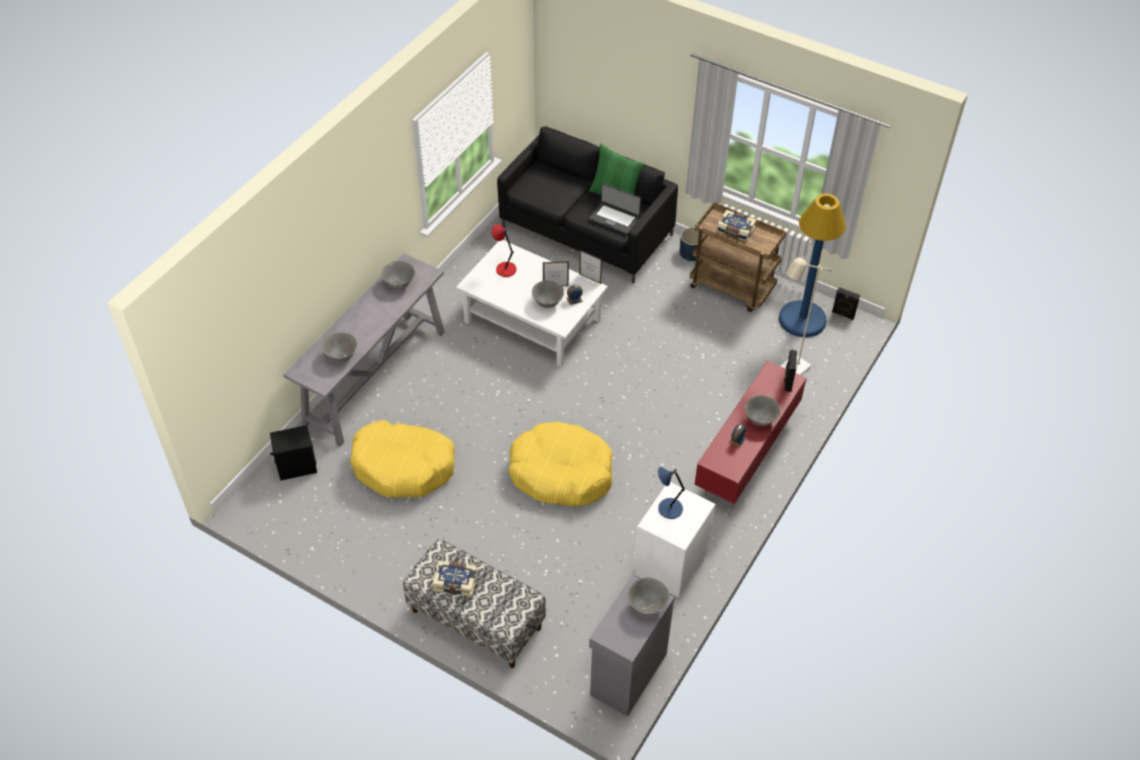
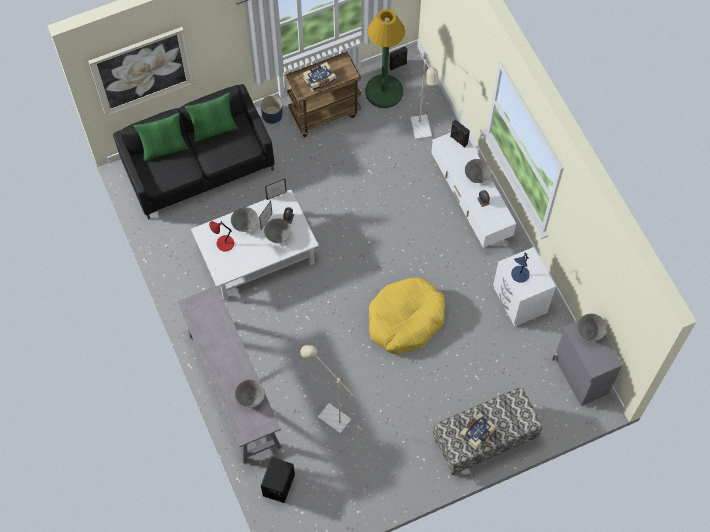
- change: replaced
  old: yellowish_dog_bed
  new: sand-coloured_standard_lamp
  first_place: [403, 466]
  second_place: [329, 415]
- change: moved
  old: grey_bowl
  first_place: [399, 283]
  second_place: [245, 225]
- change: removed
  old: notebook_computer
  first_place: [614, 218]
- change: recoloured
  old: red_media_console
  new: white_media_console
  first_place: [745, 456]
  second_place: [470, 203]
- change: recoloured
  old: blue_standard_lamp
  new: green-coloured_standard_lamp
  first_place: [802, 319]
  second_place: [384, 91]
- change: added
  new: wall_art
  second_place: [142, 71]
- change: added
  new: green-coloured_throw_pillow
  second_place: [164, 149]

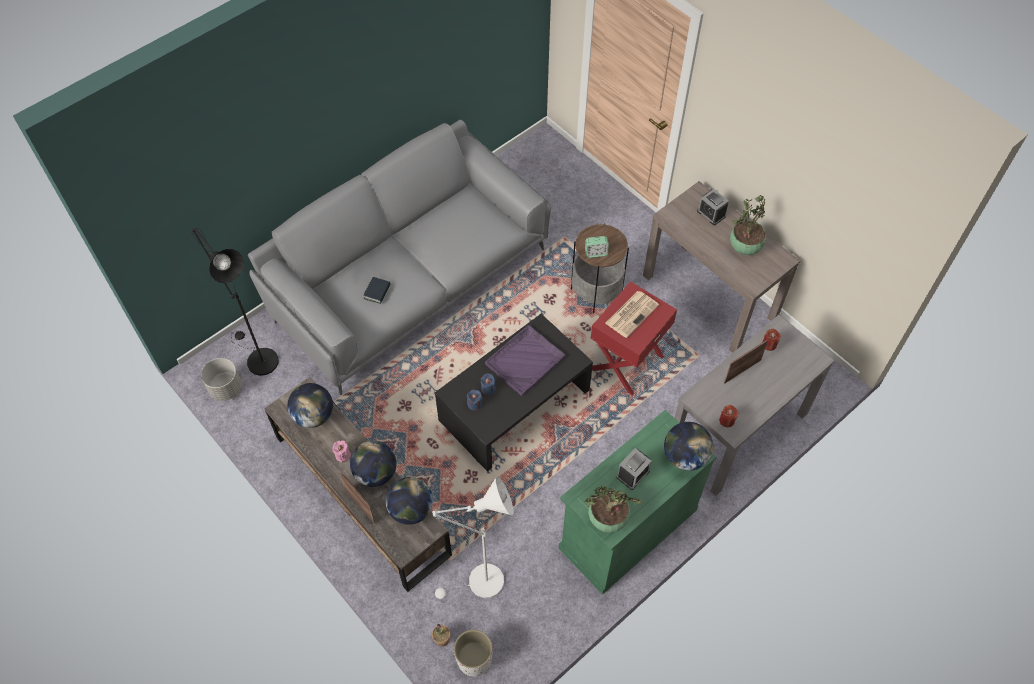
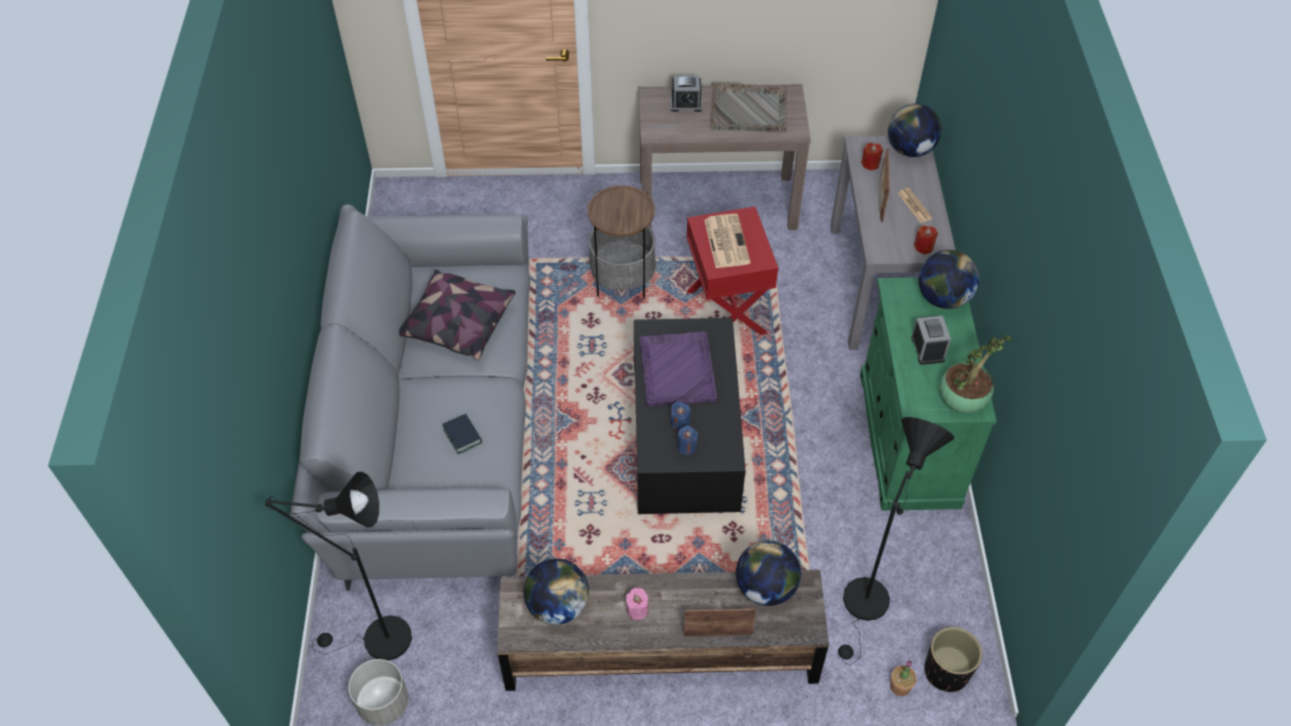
- change: moved
  old: desk_globe
  first_place: [375, 473]
  second_place: [910, 149]
- change: recoloured
  old: white_standard_lamp
  new: black_standard_lamp
  first_place: [479, 584]
  second_place: [864, 608]
- change: recoloured
  old: white_planter
  new: black_planter
  first_place: [474, 660]
  second_place: [947, 672]
- change: removed
  old: table_clock
  first_place: [596, 253]
- change: replaced
  old: plant_in_a_pot
  new: grey_serving_tray
  first_place: [744, 248]
  second_place: [749, 109]
- change: added
  new: throw_pillow
  second_place: [457, 324]
- change: added
  new: newspaper
  second_place: [914, 206]

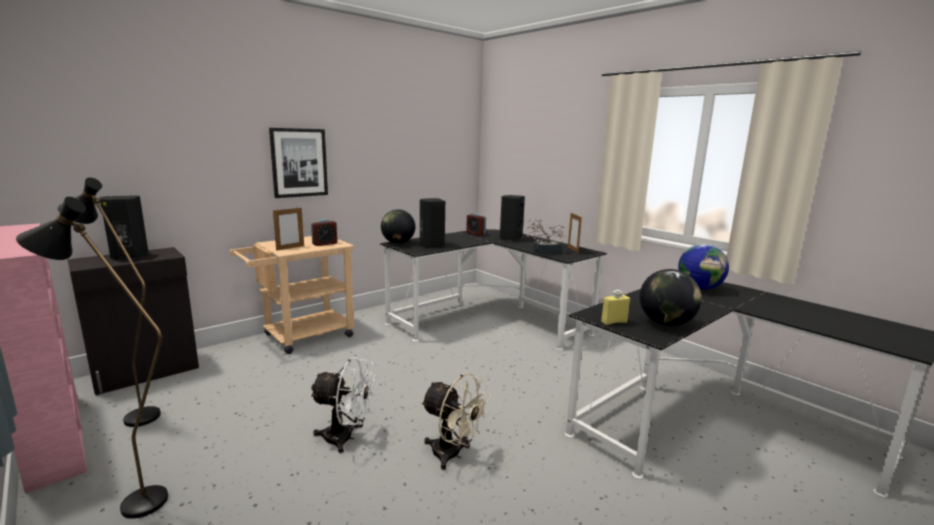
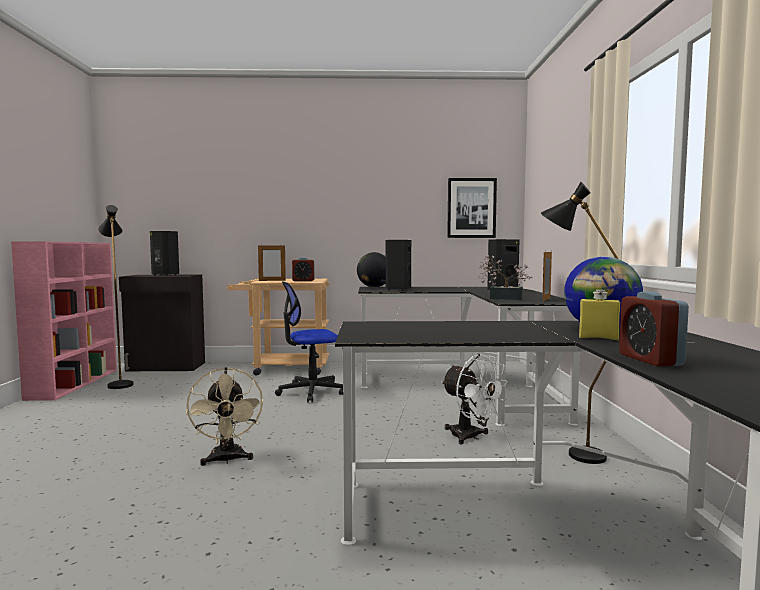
- change: moved
  old: black_standard_lamp
  first_place: [129, 503]
  second_place: [573, 453]
- change: moved
  old: wall_art
  first_place: [299, 162]
  second_place: [471, 208]
- change: moved
  old: white_cooling_fan
  first_place: [346, 438]
  second_place: [471, 437]
- change: moved
  old: table_clock
  first_place: [475, 233]
  second_place: [650, 360]
- change: moved
  old: yellowish_drink_bottle
  first_place: [614, 322]
  second_place: [598, 338]
- change: removed
  old: desk_globe
  first_place: [665, 323]
- change: added
  new: office_chair
  second_place: [311, 392]

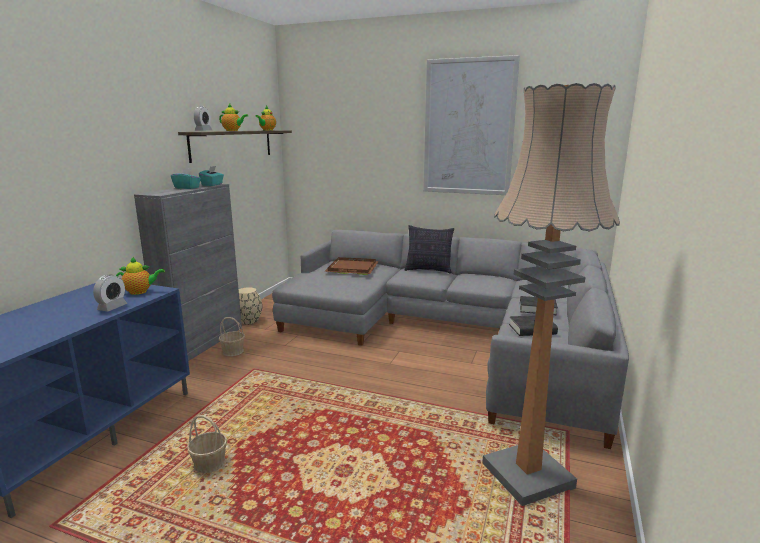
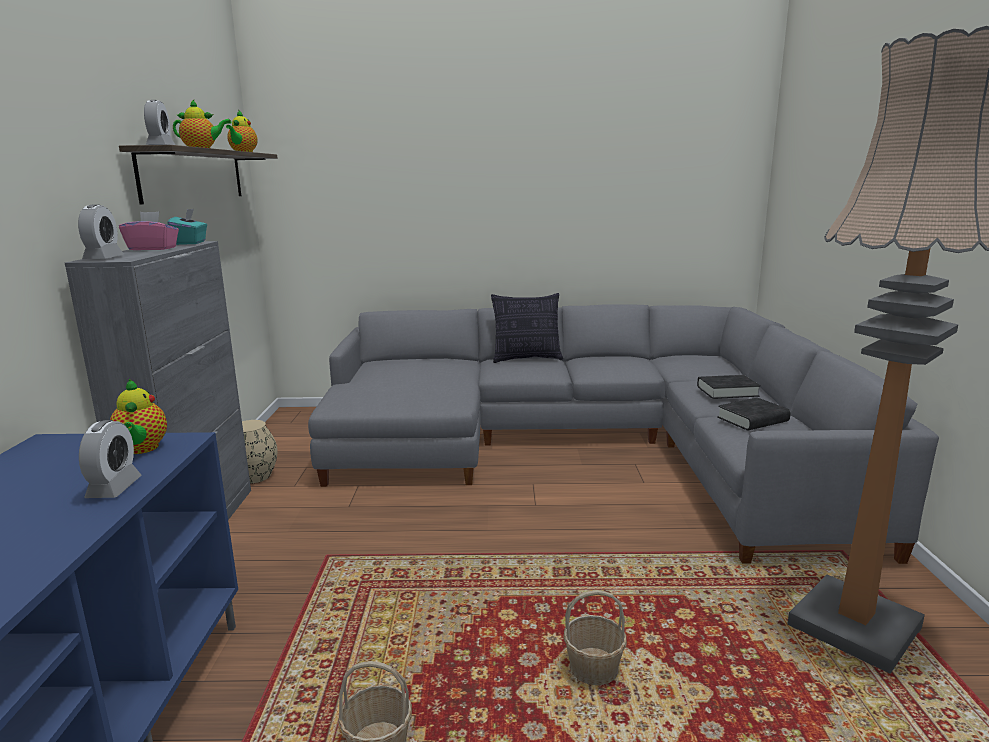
- change: turned
  old: pot_for_tea
  first_place: [140, 292]
  second_place: [141, 449]
  degrees: 105
- change: recoloured
  old: blue-green_tissue_holder
  new: pink-coloured_tissue_holder
  first_place: [187, 188]
  second_place: [153, 249]
- change: moved
  old: storage_basket
  first_place: [233, 351]
  second_place: [594, 669]
- change: removed
  old: brown_serving_tray
  first_place: [351, 268]
- change: removed
  old: wall_art
  first_place: [468, 127]
- change: added
  new: table_clock
  second_place: [103, 258]

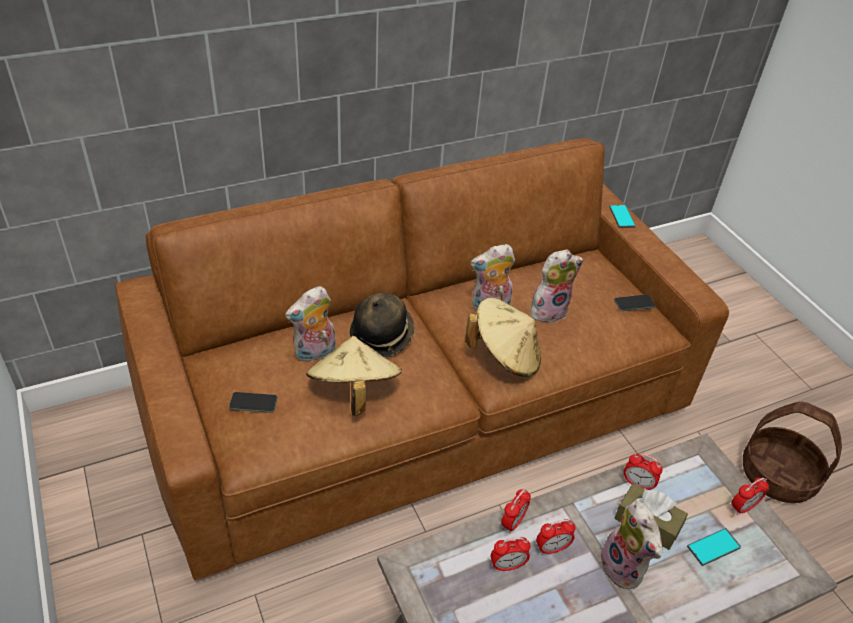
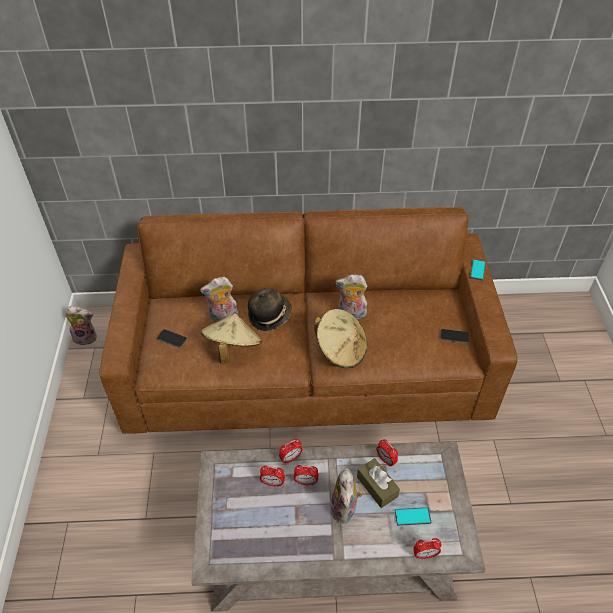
- change: moved
  old: cuddly_toy
  first_place: [548, 310]
  second_place: [86, 337]
- change: moved
  old: table_clock
  first_place: [742, 507]
  second_place: [425, 554]
- change: removed
  old: storage_basket
  first_place: [778, 475]

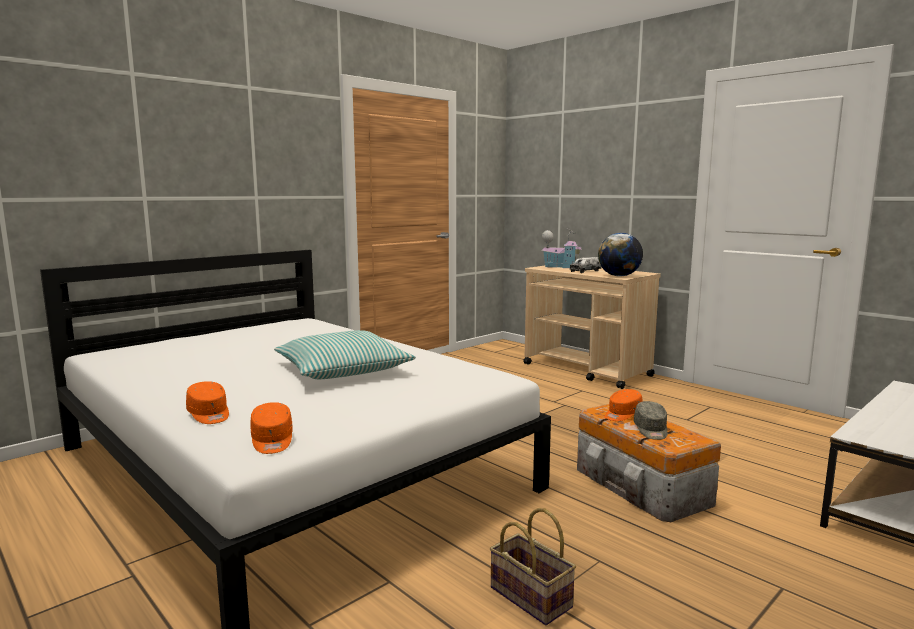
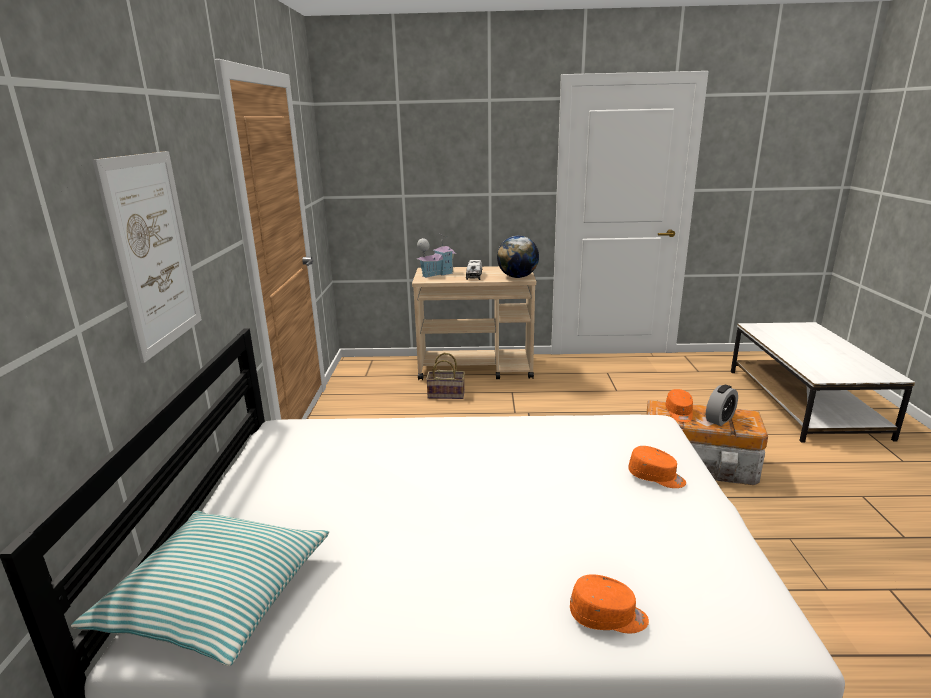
- change: moved
  old: orangey_baseball_cap
  first_place: [272, 441]
  second_place: [656, 477]
- change: moved
  old: throw_pillow
  first_place: [342, 370]
  second_place: [216, 597]
- change: moved
  old: storage_basket
  first_place: [533, 597]
  second_place: [447, 394]
- change: replaced
  old: grey_baseball_cap
  new: table_clock
  first_place: [651, 430]
  second_place: [719, 419]
- change: added
  new: wall_art
  second_place: [154, 252]

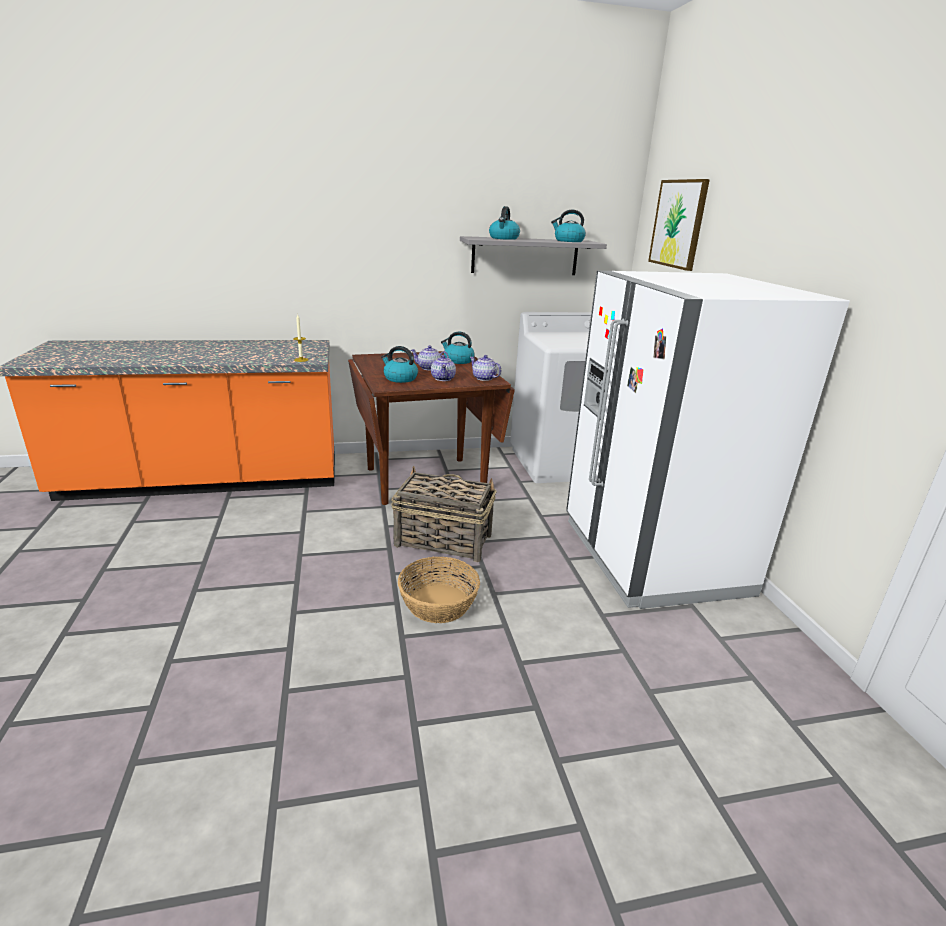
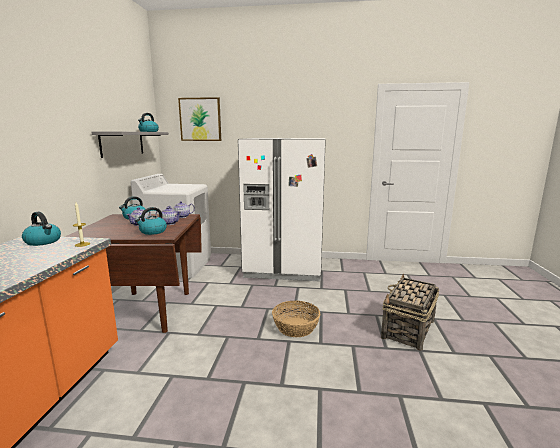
- change: moved
  old: storage_basket
  first_place: [442, 540]
  second_place: [408, 329]
- change: moved
  old: water_kettle
  first_place: [504, 238]
  second_place: [43, 242]

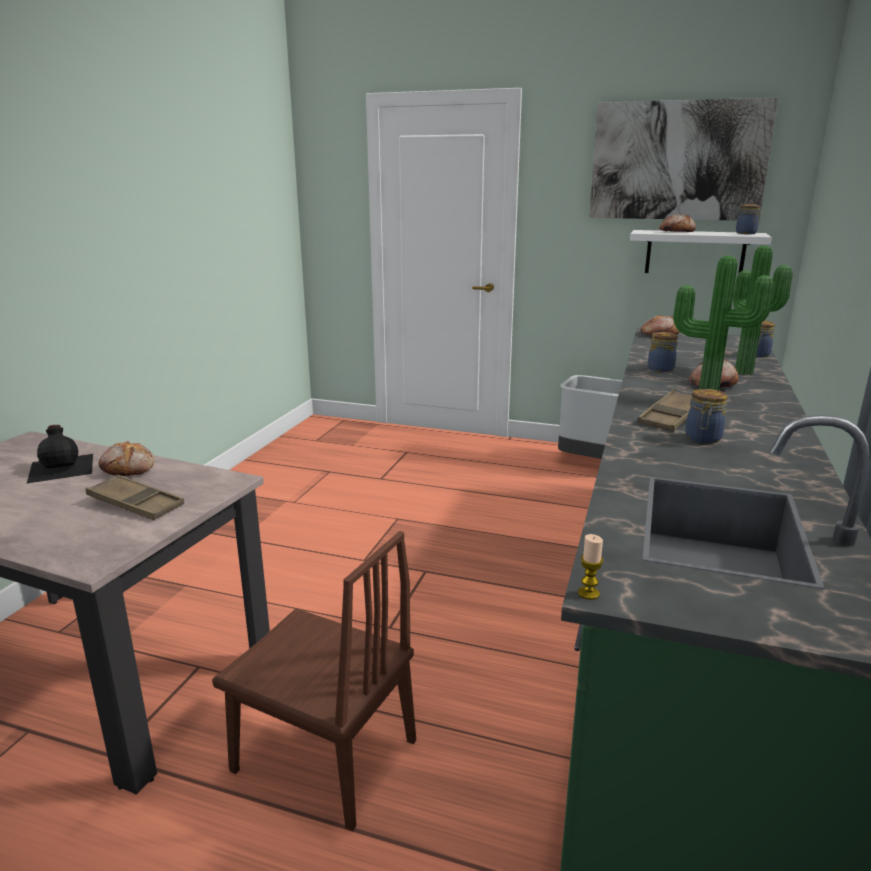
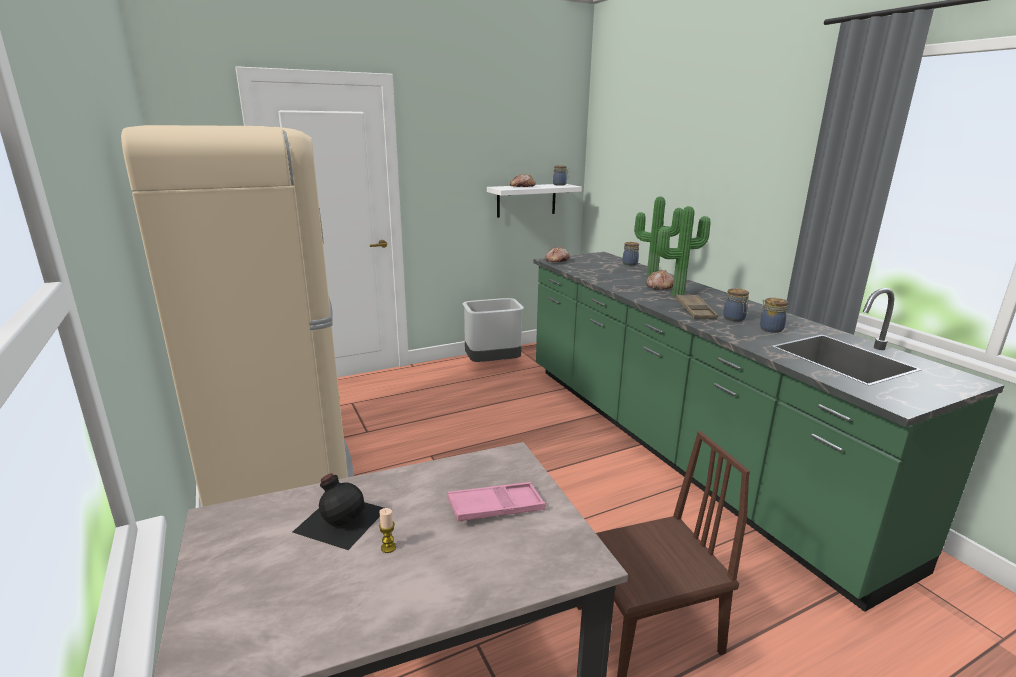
- change: recoloured
  old: brown_serving_tray
  new: pink-coloured_serving_tray
  first_place: [136, 504]
  second_place: [496, 507]
- change: removed
  old: bread
  first_place: [129, 468]
- change: moved
  old: candle
  first_place: [588, 593]
  second_place: [388, 547]
- change: removed
  old: wall_art
  first_place: [677, 161]
- change: moved
  old: jar
  first_place: [660, 368]
  second_place: [770, 329]
- change: added
  new: sand-coloured_kitchen_fridge
  second_place: [279, 471]

